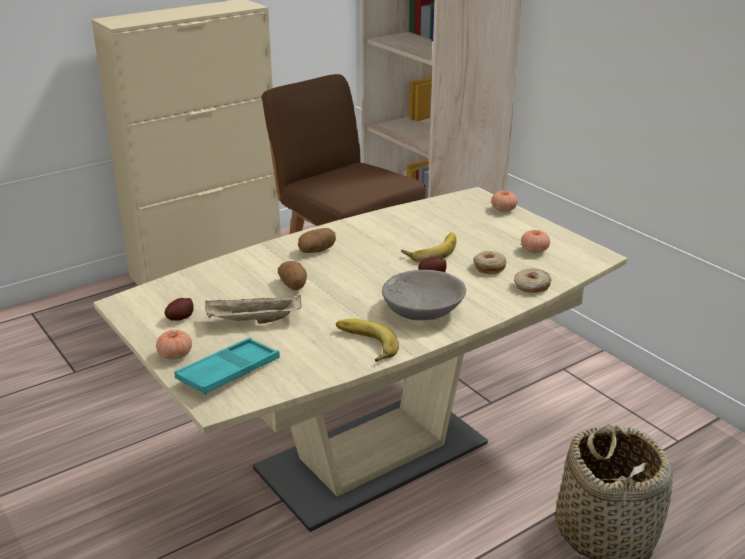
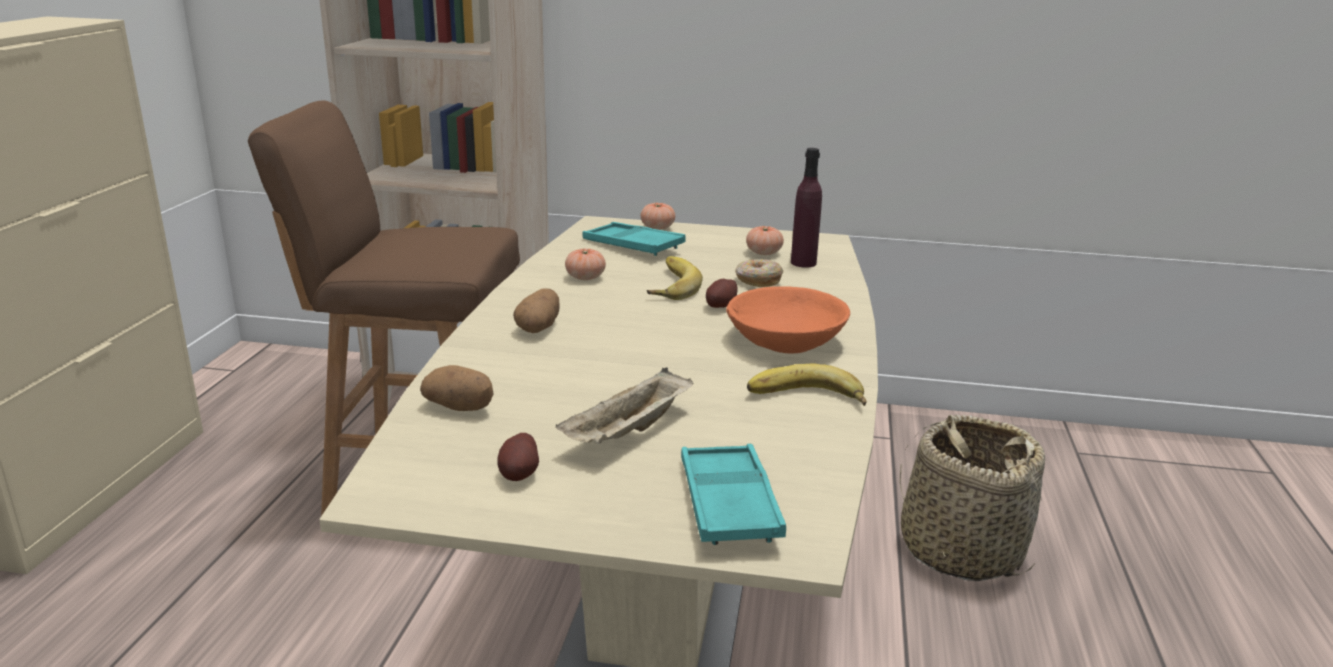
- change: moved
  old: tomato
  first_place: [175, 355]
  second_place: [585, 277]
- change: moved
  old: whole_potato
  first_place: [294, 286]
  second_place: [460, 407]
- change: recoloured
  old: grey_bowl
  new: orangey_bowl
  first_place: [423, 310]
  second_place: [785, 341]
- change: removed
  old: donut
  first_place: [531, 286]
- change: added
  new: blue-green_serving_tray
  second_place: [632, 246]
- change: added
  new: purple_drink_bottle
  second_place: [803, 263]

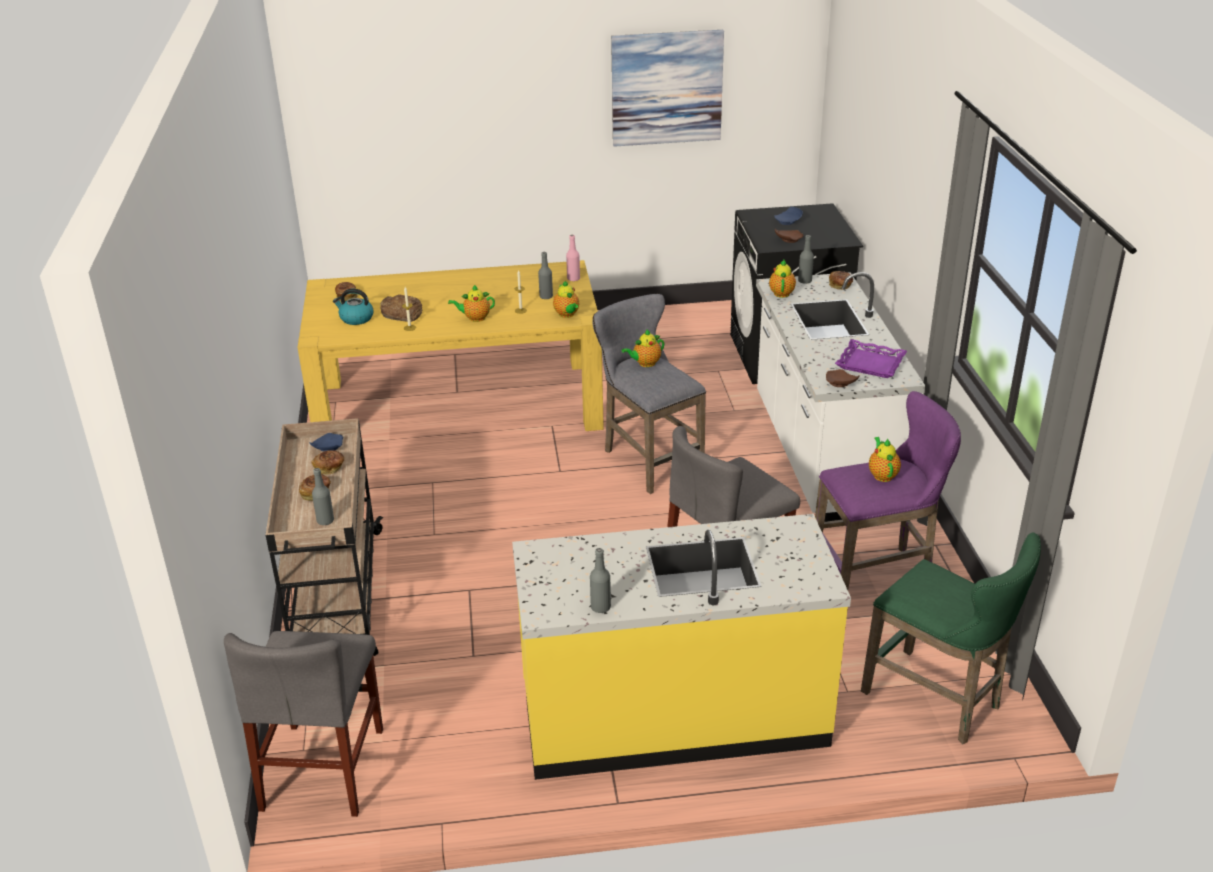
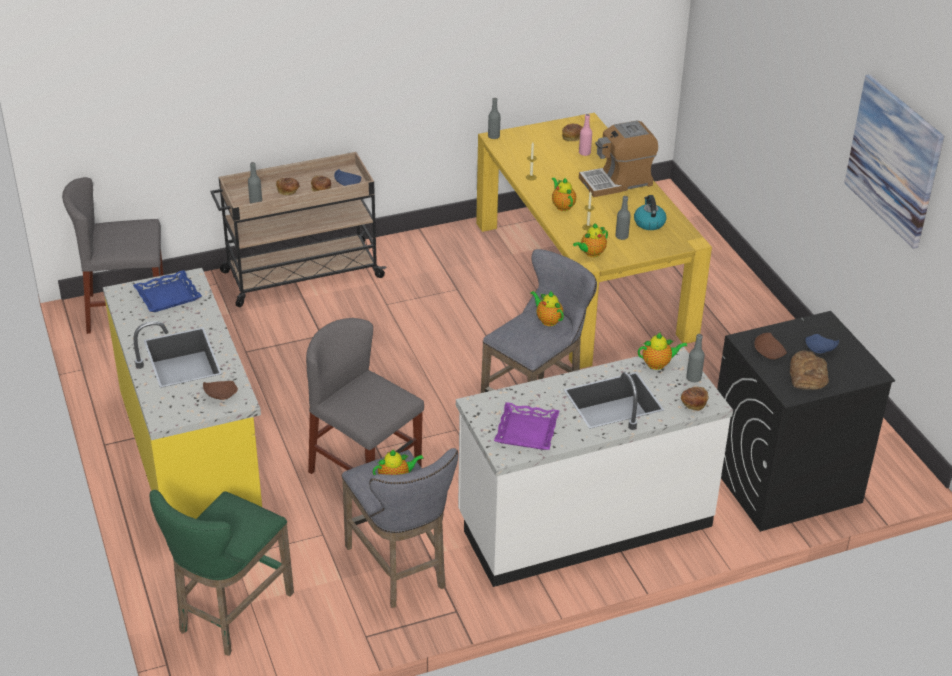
- change: moved
  old: water_kettle
  first_place: [356, 318]
  second_place: [649, 223]
- change: moved
  old: bread
  first_place: [402, 313]
  second_place: [807, 375]
- change: moved
  old: pink-coloured_drink_bottle
  first_place: [573, 279]
  second_place: [584, 153]
- change: moved
  old: grey_drink_bottle
  first_place: [600, 607]
  second_place: [493, 136]
- change: recoloured
  old: purple_stool_seat
  new: grey_stool_seat
  first_place: [877, 573]
  second_place: [400, 570]
- change: moved
  old: brown_flat_dish
  first_place: [840, 384]
  second_place: [220, 394]
- change: added
  new: blue_serving_tray
  second_place: [168, 296]
- change: added
  new: coffee_brewer
  second_place: [617, 182]

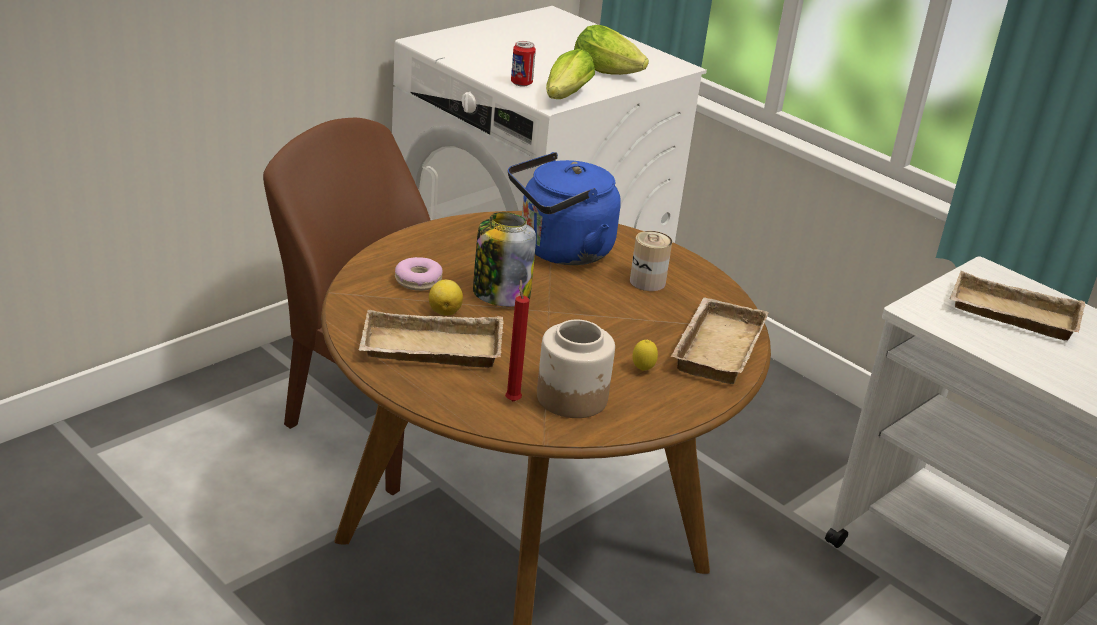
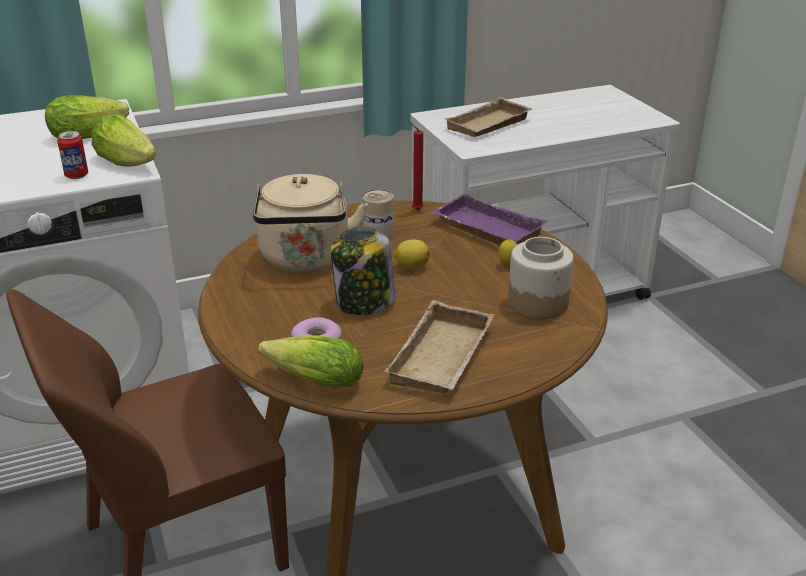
- change: moved
  old: lemon
  first_place: [445, 311]
  second_place: [411, 267]
- change: moved
  old: red_candle
  first_place: [512, 399]
  second_place: [415, 210]
- change: recoloured
  old: blue_water_kettle
  new: sand-coloured_water_kettle
  first_place: [560, 251]
  second_place: [306, 260]
- change: recoloured
  old: sand-coloured_serving_tray
  new: purple_serving_tray
  first_place: [715, 346]
  second_place: [485, 230]
- change: added
  new: head_of_lettuce
  second_place: [310, 380]

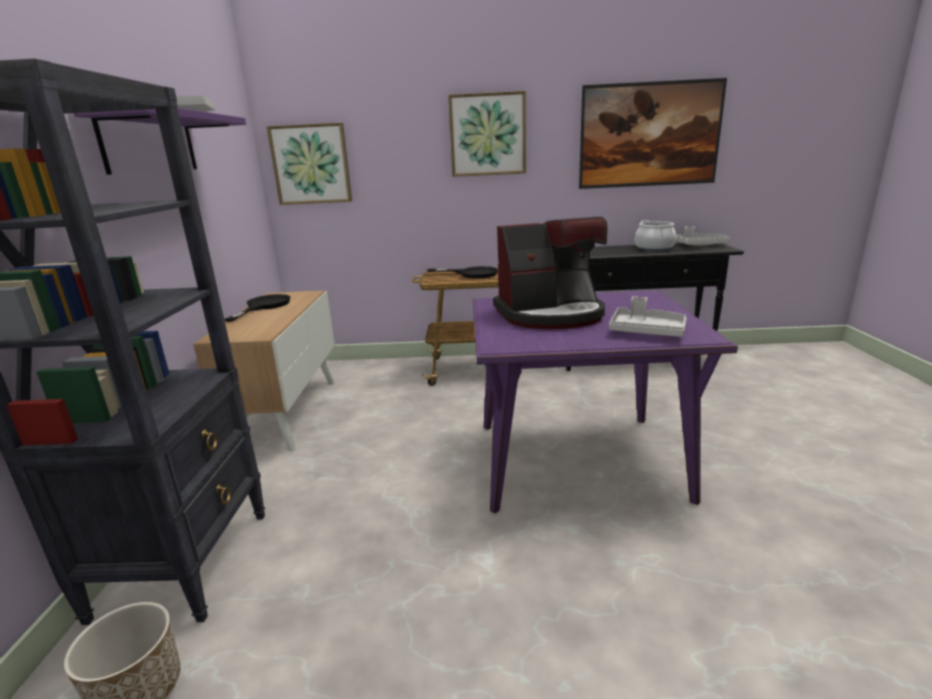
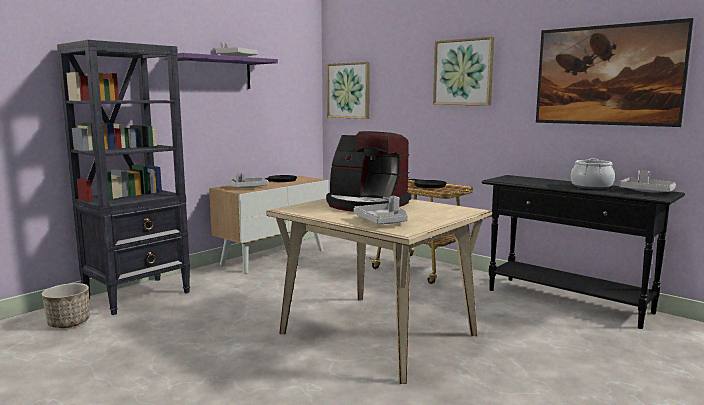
- change: recoloured
  old: purple_dinner_table
  new: sand-coloured_dinner_table
  first_place: [578, 460]
  second_place: [378, 334]
- change: added
  new: grey_serving_tray
  second_place: [248, 187]

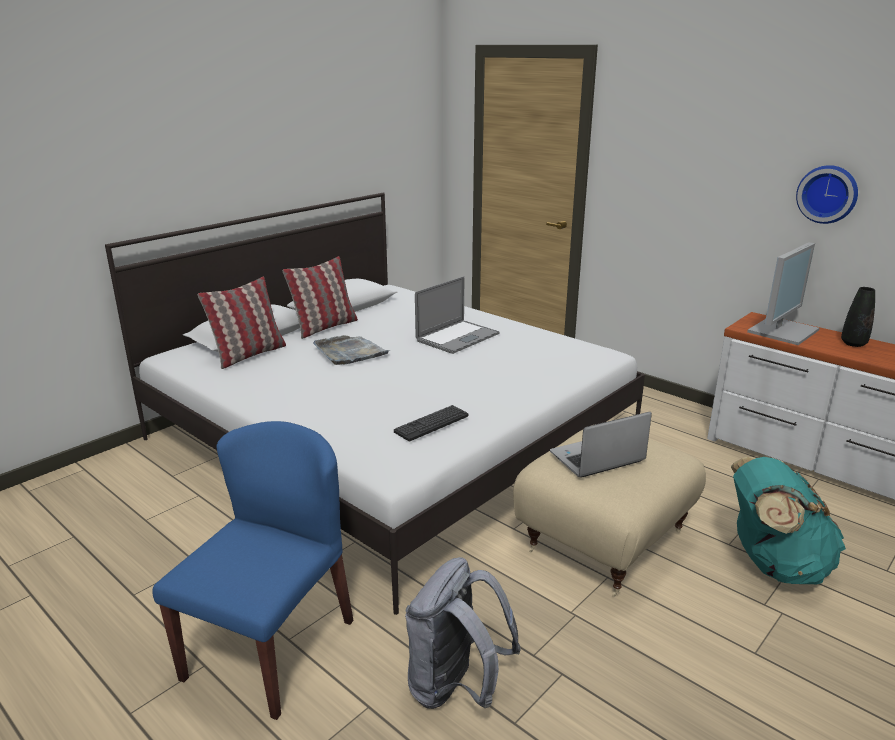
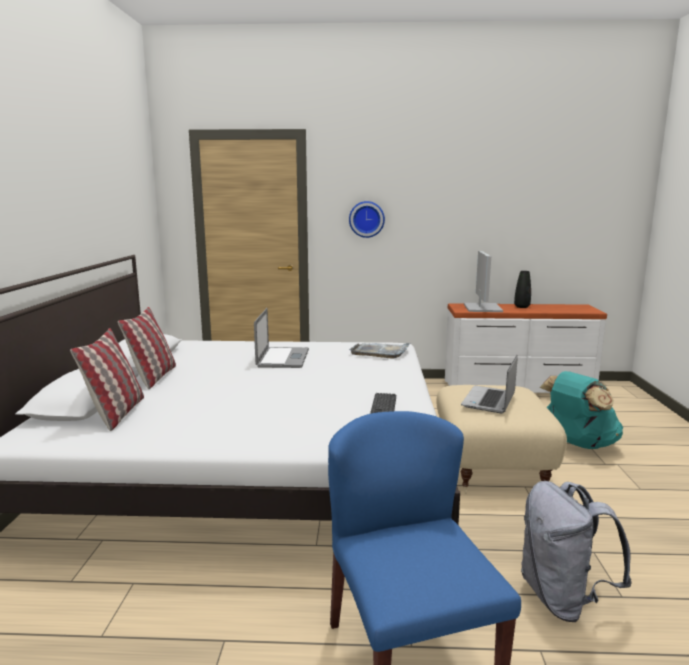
- change: moved
  old: grey_serving_tray
  first_place: [350, 352]
  second_place: [380, 352]
- change: moved
  old: clock_on_the_wall
  first_place: [828, 194]
  second_place: [366, 219]

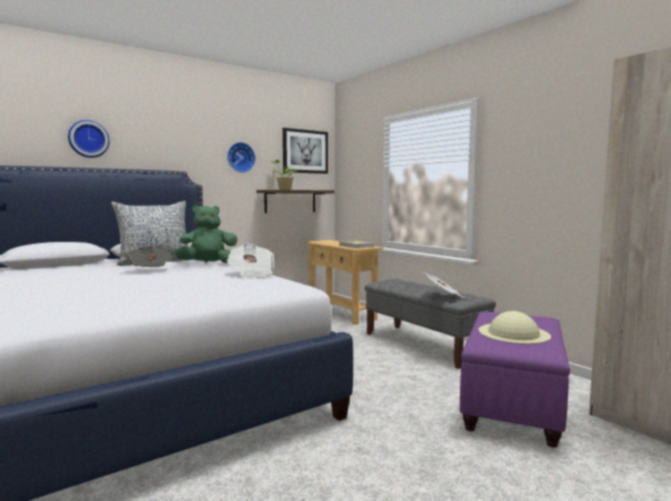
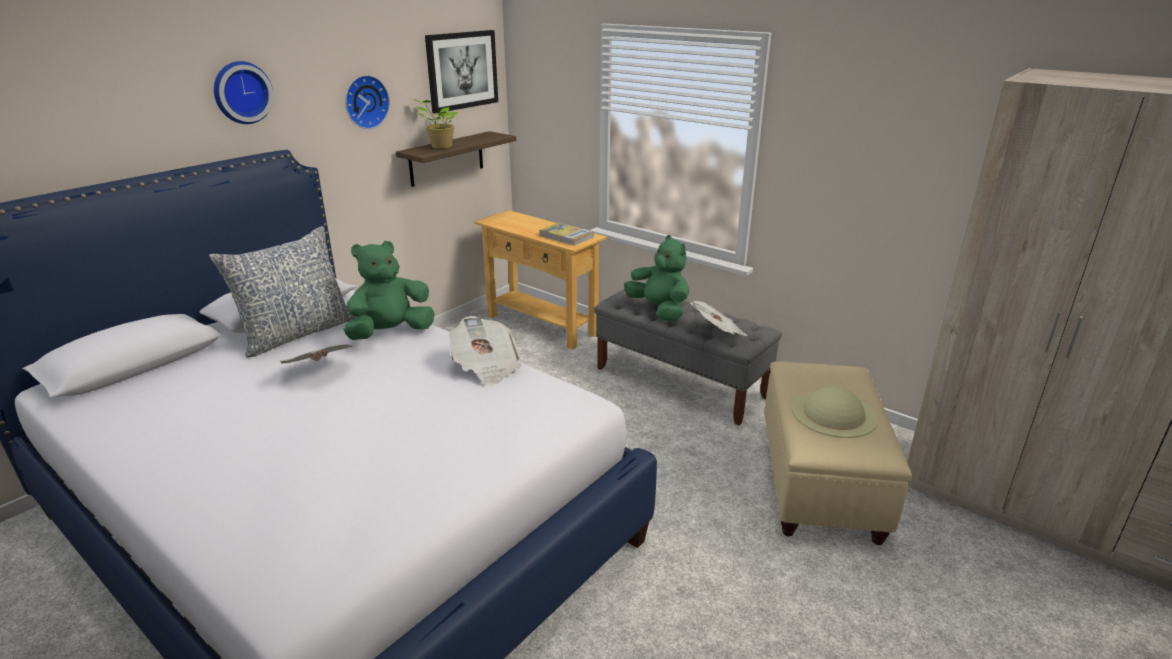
- change: moved
  old: clock_on_the_wall
  first_place: [88, 139]
  second_place: [241, 92]
- change: recoloured
  old: purple_footrest
  new: sand-coloured_footrest
  first_place: [512, 405]
  second_place: [819, 483]
- change: added
  new: green-coloured_cuddly_toy
  second_place: [659, 310]

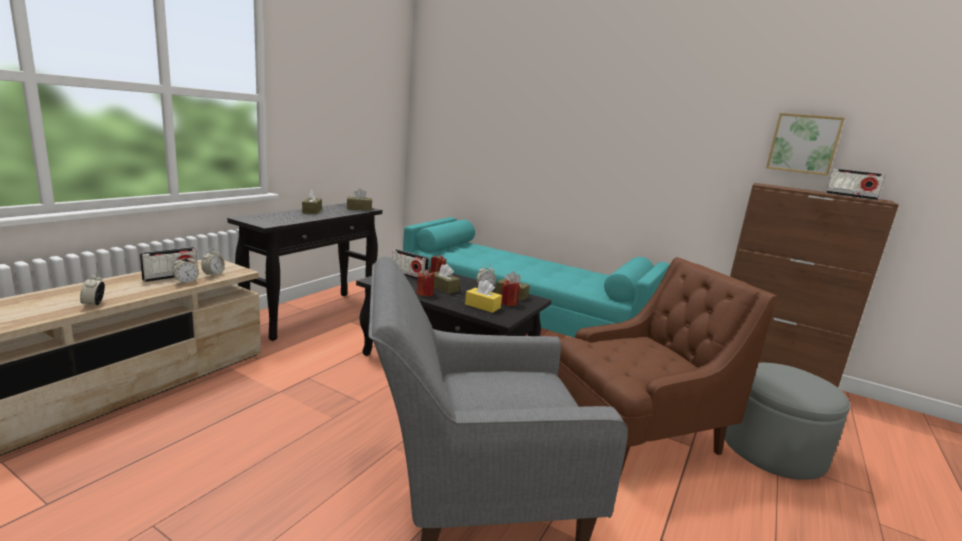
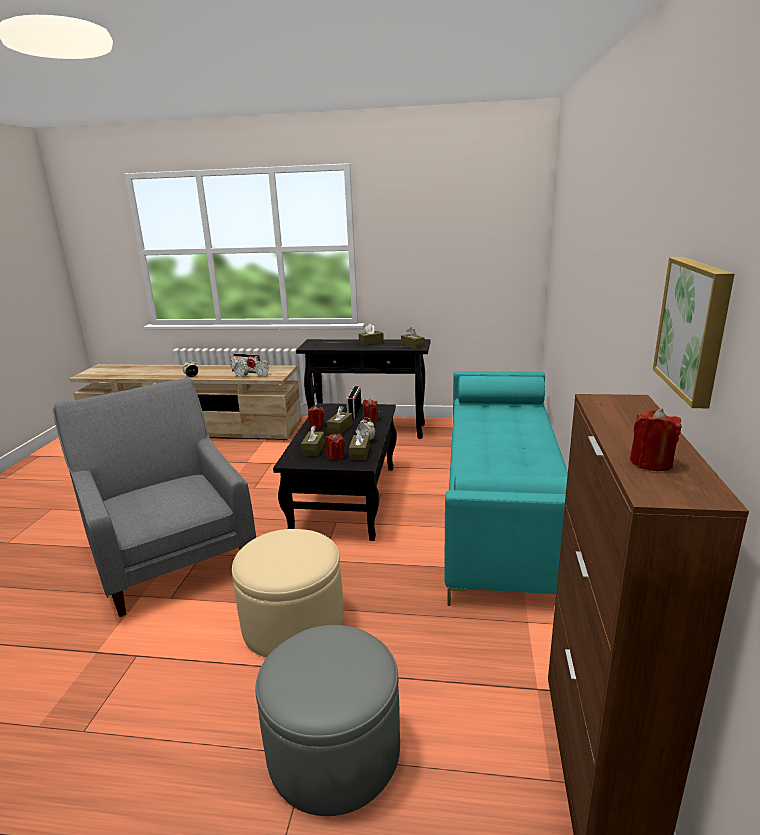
- change: recoloured
  old: yellowish_tissue_holder
  new: brown_tissue_holder
  first_place: [482, 306]
  second_place: [313, 449]
- change: replaced
  old: brown_easy_chair
  new: sand-coloured_footrest
  first_place: [633, 434]
  second_place: [293, 623]
- change: replaced
  old: radio_receiver
  new: red_candle
  first_place: [850, 196]
  second_place: [651, 463]

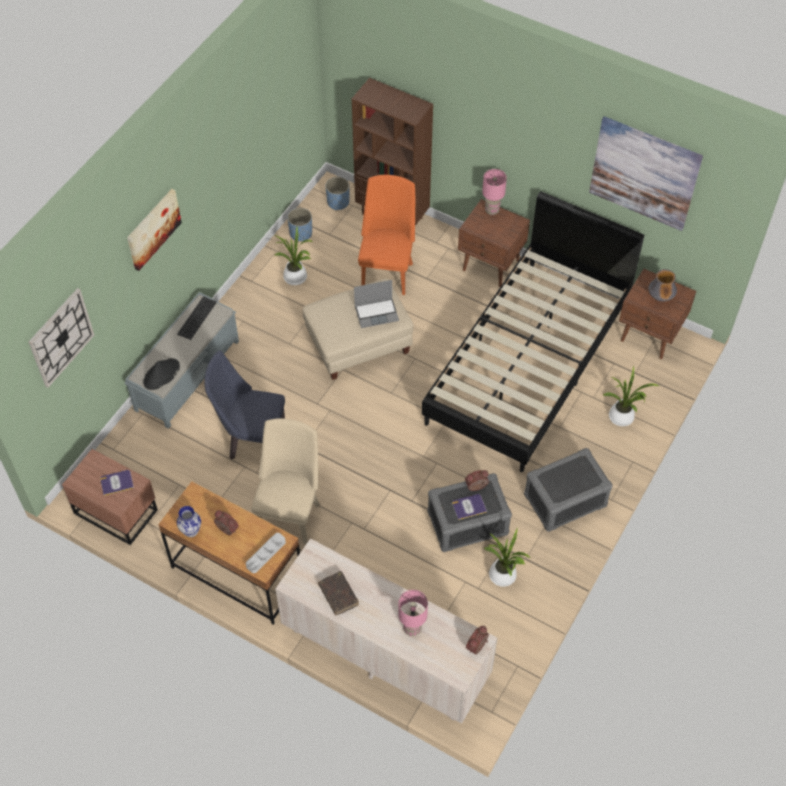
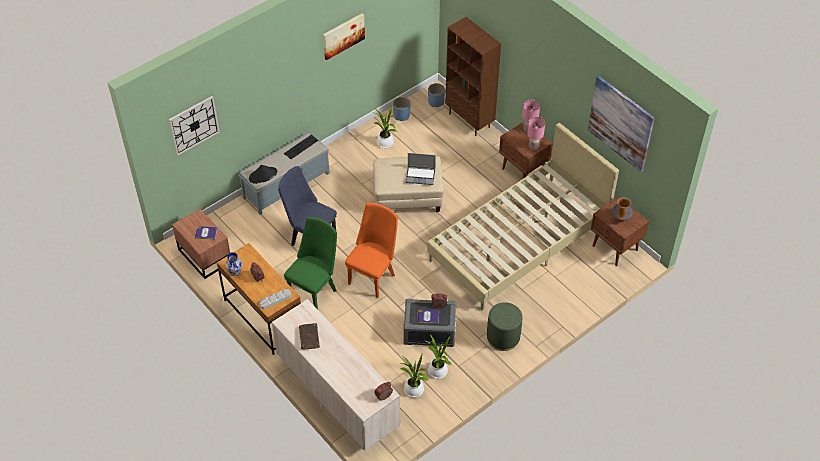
- change: moved
  old: wall_art
  first_place: [153, 229]
  second_place: [343, 35]
- change: recoloured
  old: sand-coloured_plain_chair
  new: green-coloured_plain_chair
  first_place: [290, 513]
  second_place: [315, 290]
- change: moved
  old: orangey_plain_chair
  first_place: [387, 272]
  second_place: [373, 276]
- change: moved
  old: pink-coloured_table_lamp
  first_place: [412, 628]
  second_place: [533, 147]
- change: recoloured
  old: black_bed
  new: sand-coloured_bed
  first_place: [527, 363]
  second_place: [519, 242]
- change: replaced
  old: grey_storage_container
  new: green-coloured_footrest
  first_place: [565, 500]
  second_place: [503, 337]
- change: moved
  old: plant_in_a_pot
  first_place: [623, 418]
  second_place: [414, 391]

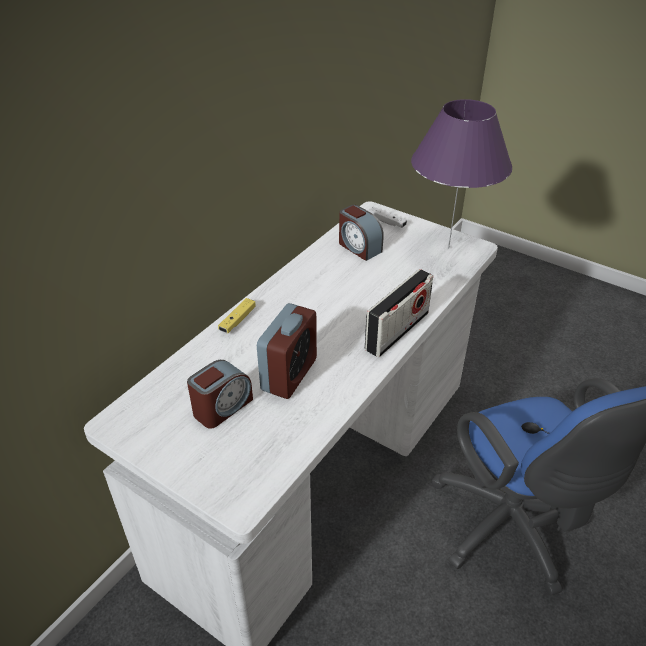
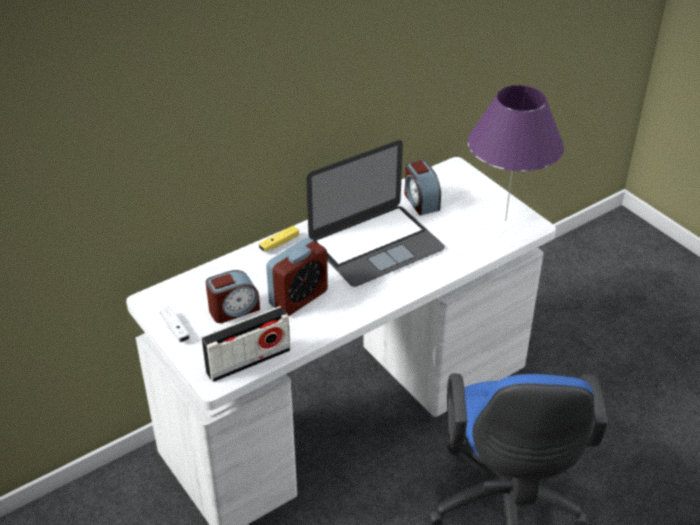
- change: moved
  old: radio_receiver
  first_place: [397, 331]
  second_place: [248, 361]
- change: moved
  old: white_joypad
  first_place: [387, 222]
  second_place: [175, 329]
- change: added
  new: notebook_computer
  second_place: [376, 245]

